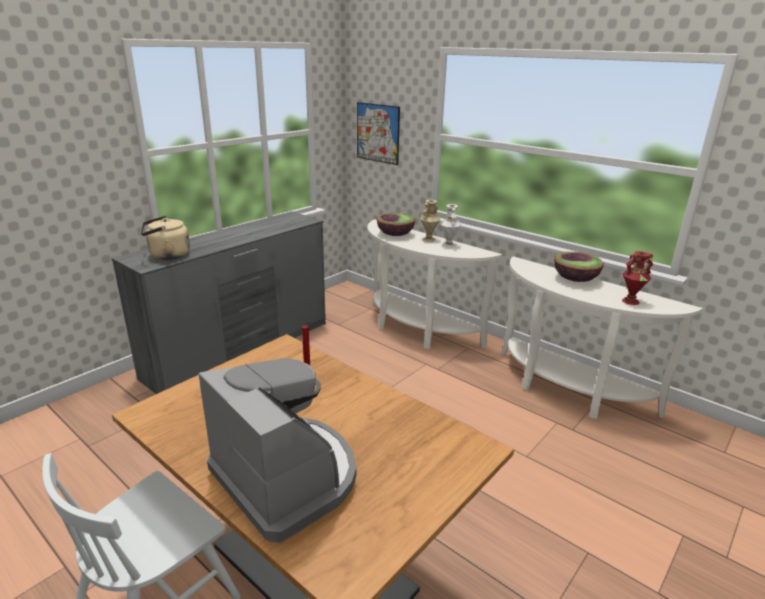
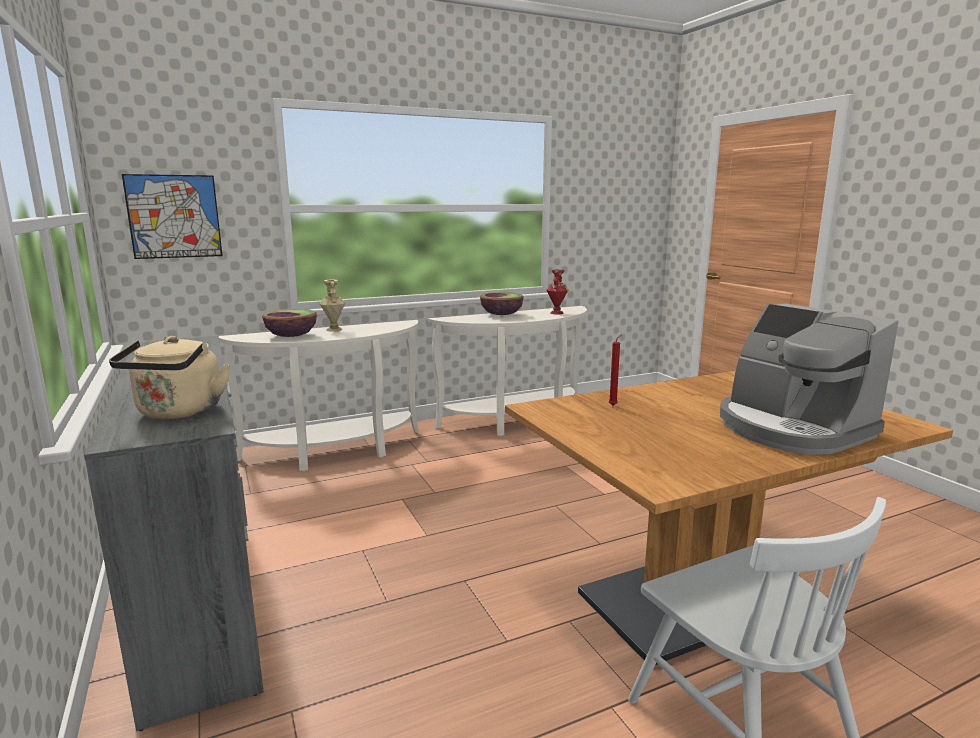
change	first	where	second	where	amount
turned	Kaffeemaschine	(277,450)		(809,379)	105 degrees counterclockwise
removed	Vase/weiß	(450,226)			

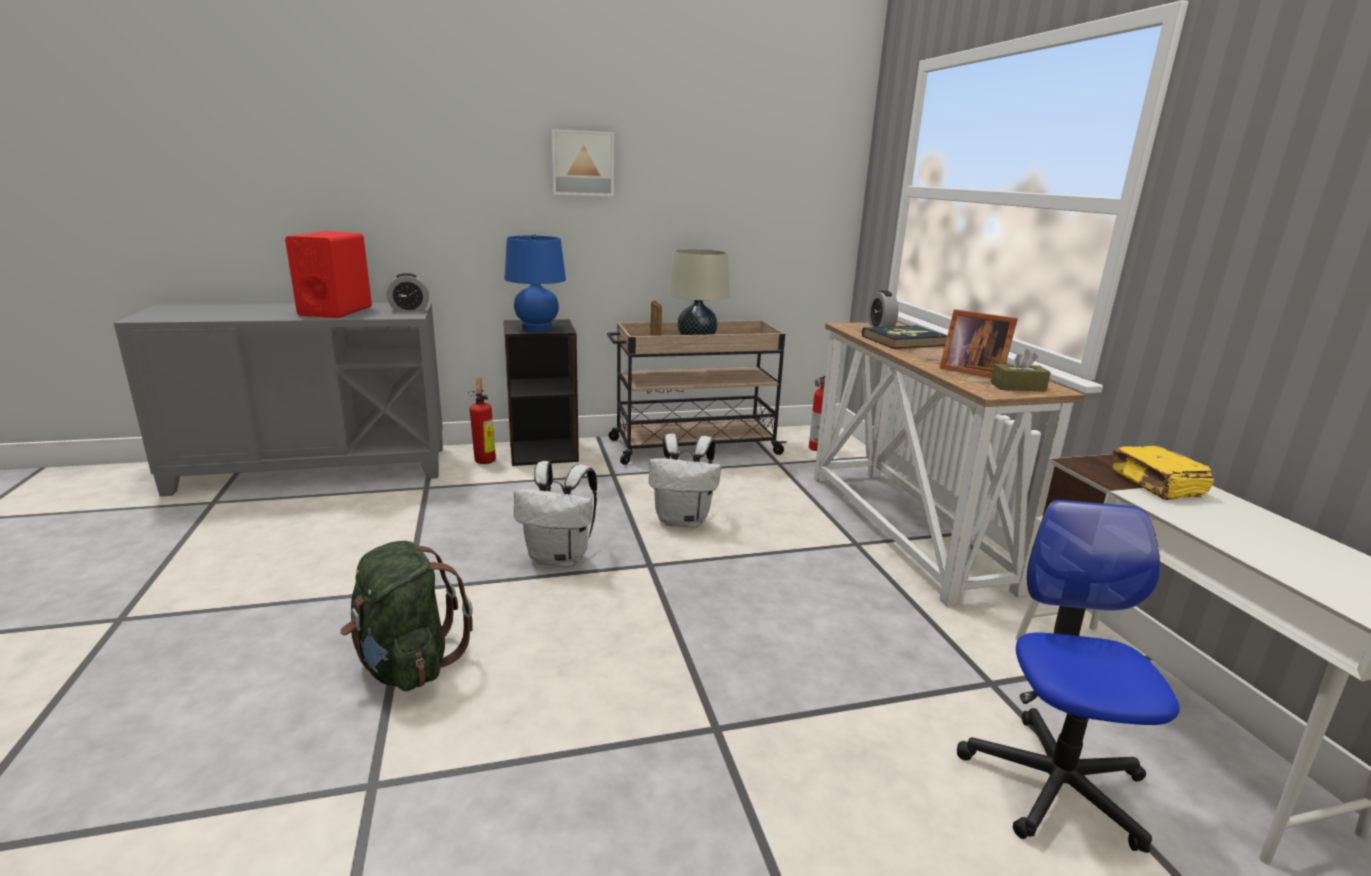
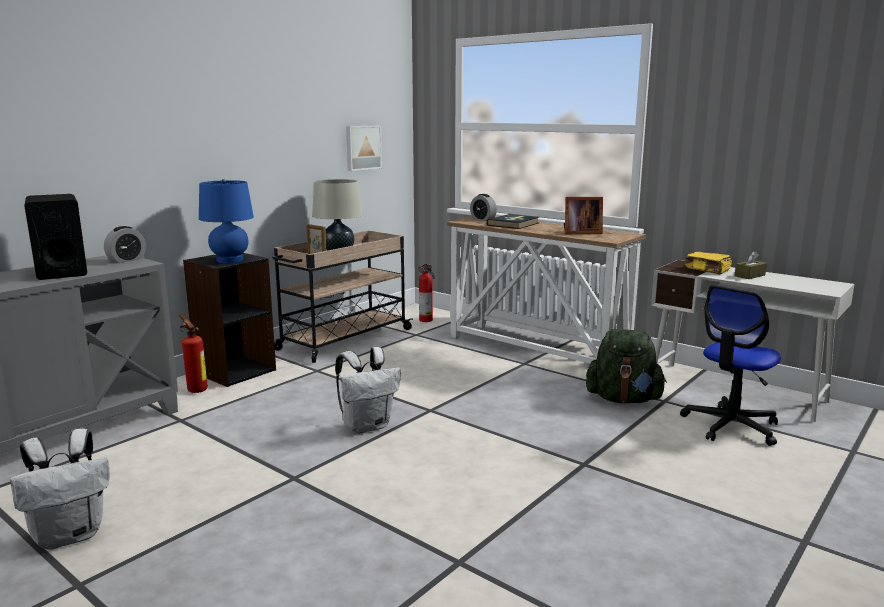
change	first	where	second	where	amount
moved	Rucksack/weiß	(685,480)		(60,489)	
recoloured	Lautsprecher/rot	(328,274)	Lautsprecher/schwarz	(55,237)	
moved	Bild	(582,162)		(364,148)	
moved	Rucksack/grün	(406,616)		(626,366)	
turned	Bürostuhl	(1068,676)		(730,365)	105 degrees counterclockwise
moved	Taschentuchbox/braun	(1021,370)		(750,265)	

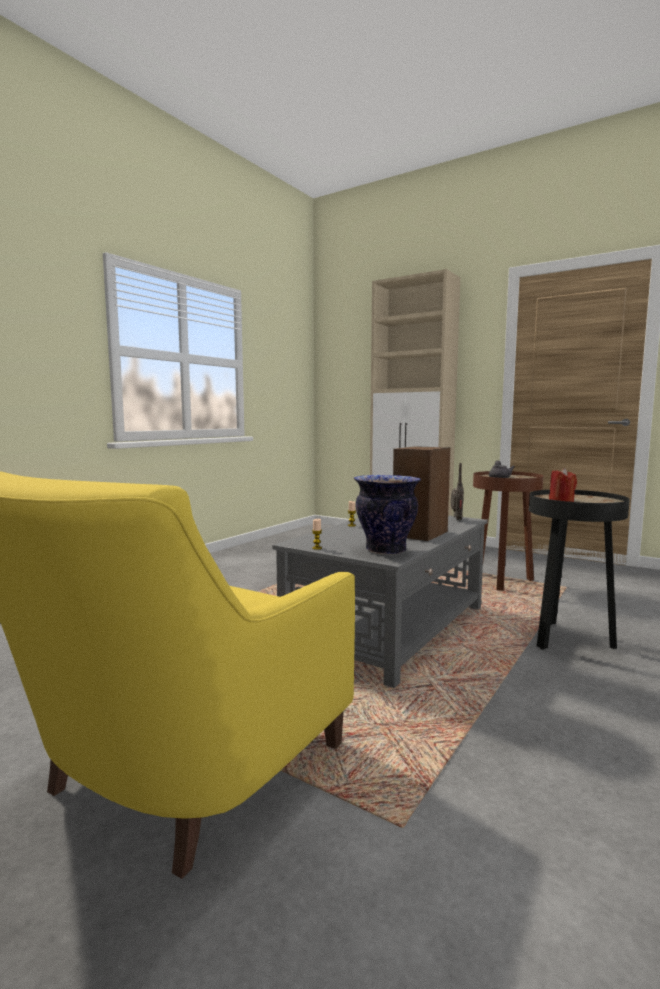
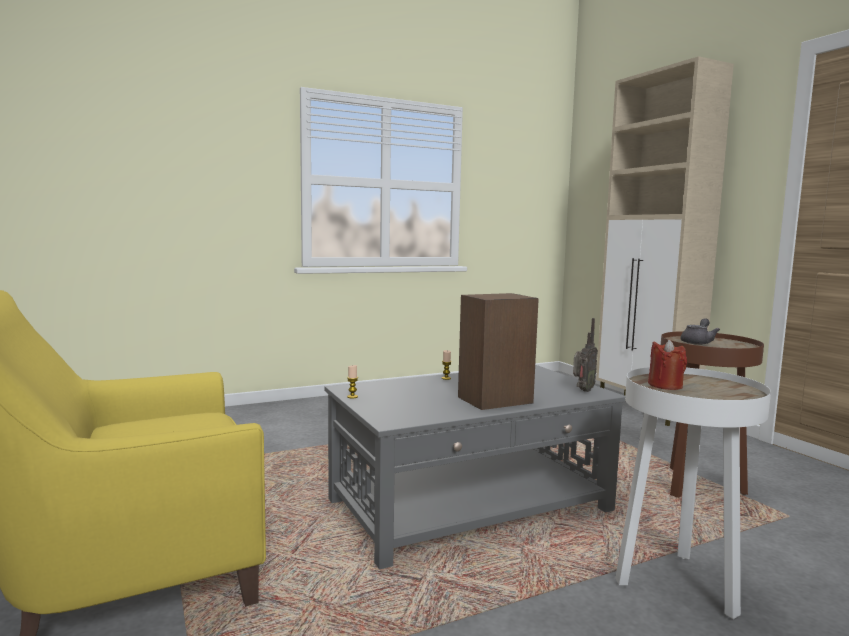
change	first	where	second	where	amount
recoloured	Beistelltisch/schwarz	(579,569)	Beistelltisch/weiß	(693,493)	
removed	Vase	(387,515)			

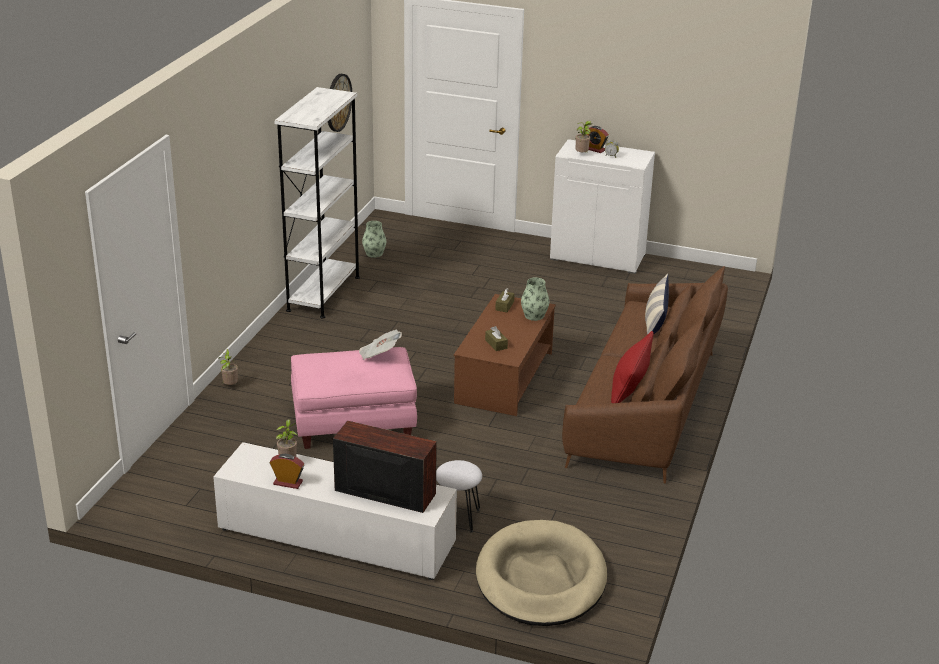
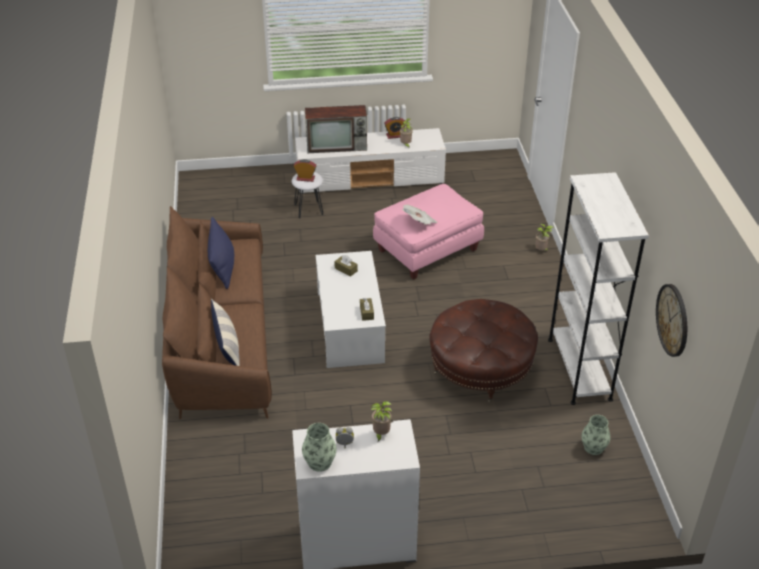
change	first	where	second	where	amount
recoloured	Kissen/rot	(632,367)	Kissen/blau	(221,253)	
moved	Wecker	(597,139)		(305,170)	
moved	Vase	(535,299)		(319,447)	
recoloured	Couchtisch/braun	(505,355)	Couchtisch/weiß	(351,309)	
added			Polsterhocker/braun	(483,350)	
removed	Hundebett/beige	(541,573)			

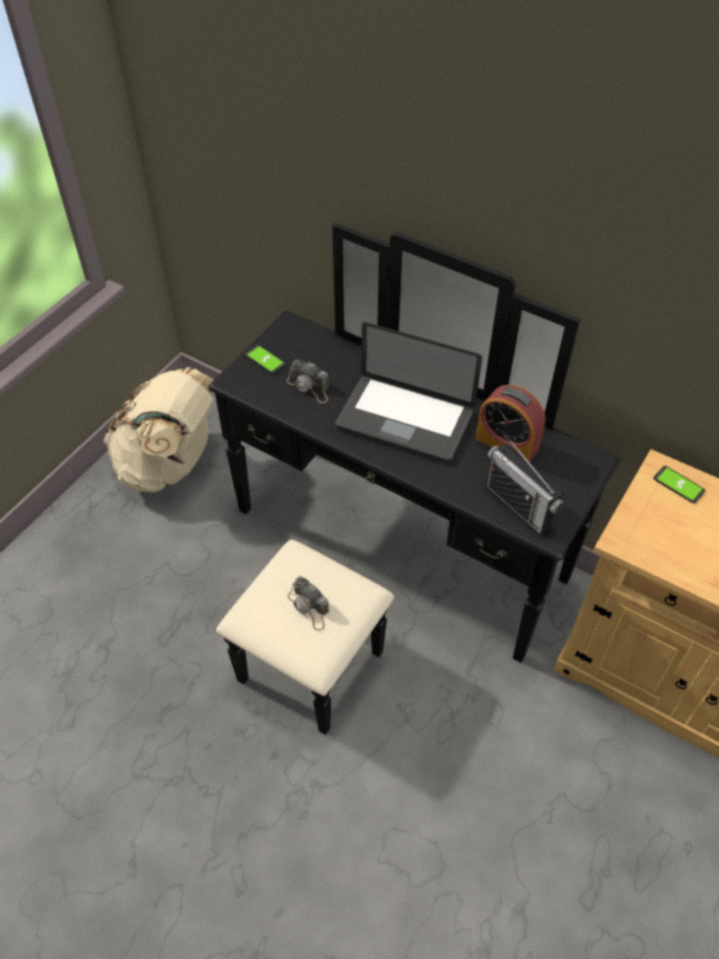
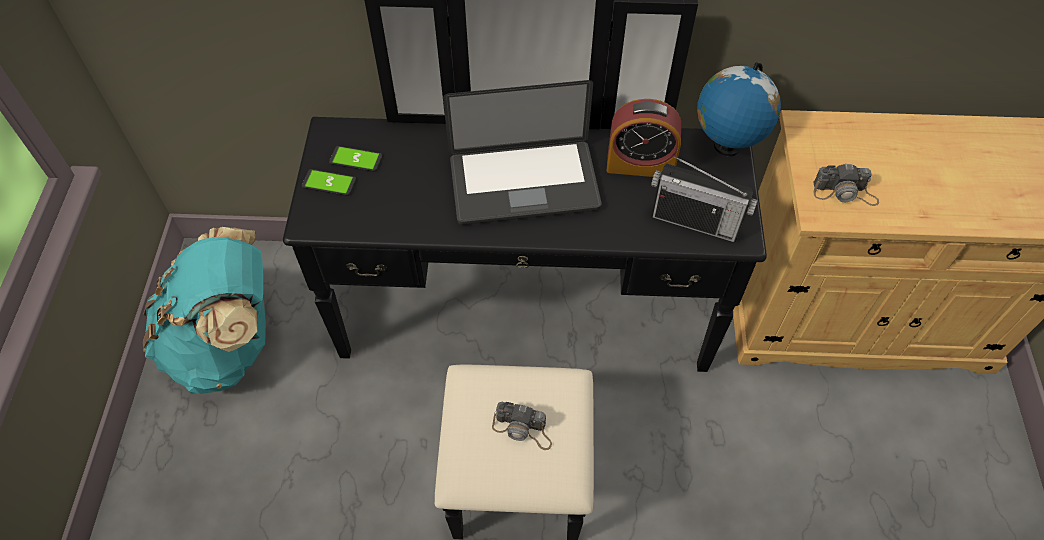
change	first	where	second	where	amount
recoloured	Rucksack/beige	(158,430)	Rucksack/türkis	(204,310)	
moved	Handy	(679,484)		(356,159)	
added			Globus	(739,109)	
moved	Kamera	(308,381)		(846,184)	

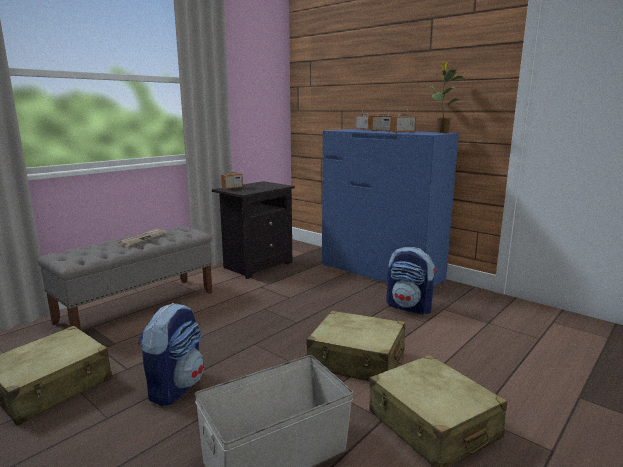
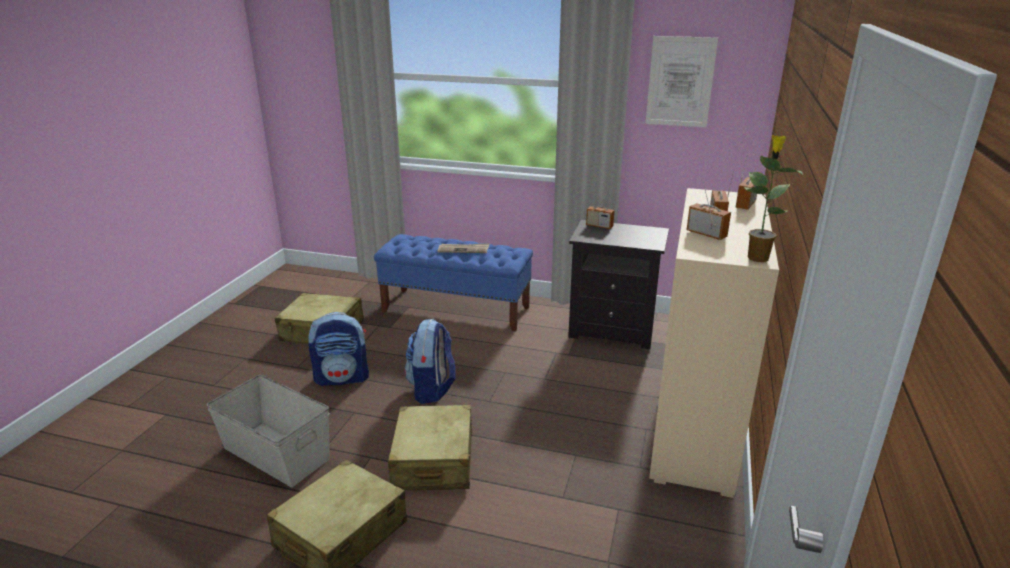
change	first	where	second	where	amount
recoloured	Bank/grau	(124,278)	Bank/blau	(453,283)	
moved	Rucksack	(411,281)		(430,361)	
added			Bild	(681,81)	
recoloured	Kommode/blau	(390,208)	Kommode/beige	(714,343)	

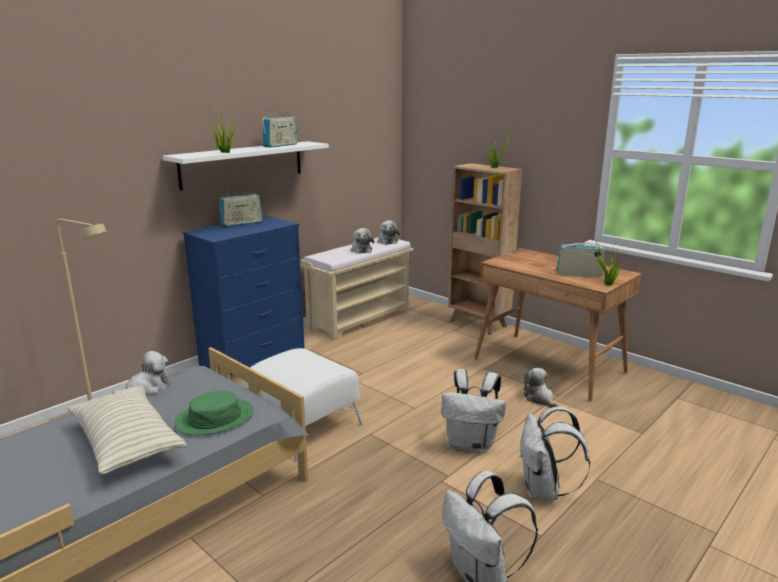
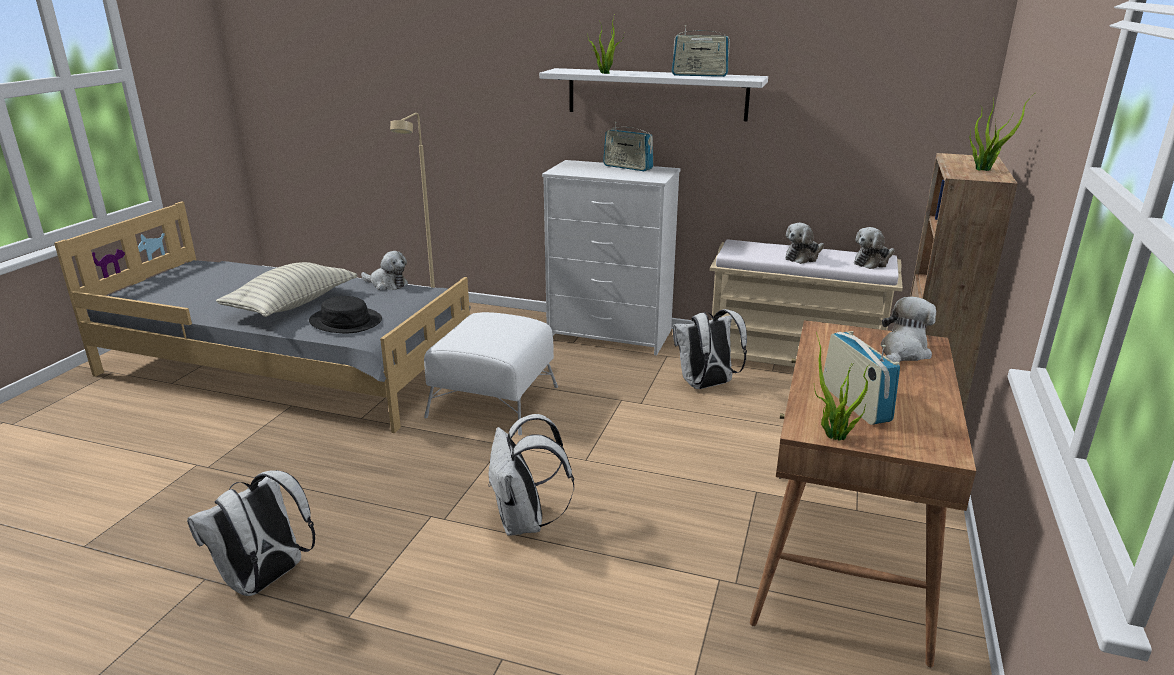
change	first	where	second	where	amount
recoloured	Hut/grün	(214,413)	Hut/schwarz	(345,314)	
recoloured	Kommode/blau	(244,296)	Kommode/weiß	(611,257)	
moved	Rucksack/weiß	(555,453)		(710,349)	
moved	Plüschtier	(541,388)		(908,330)	

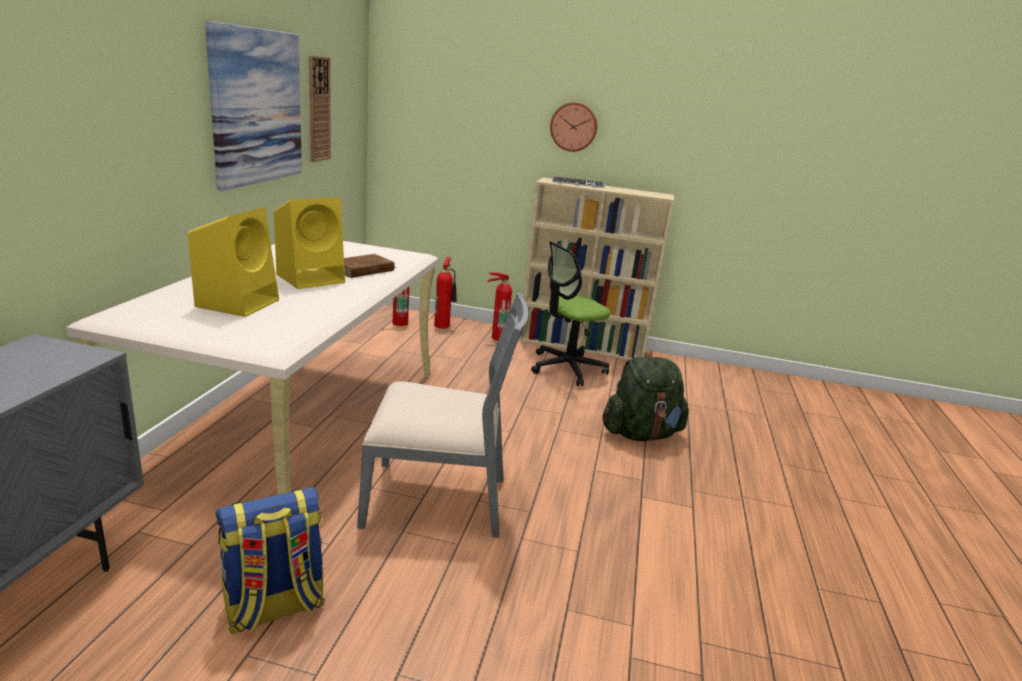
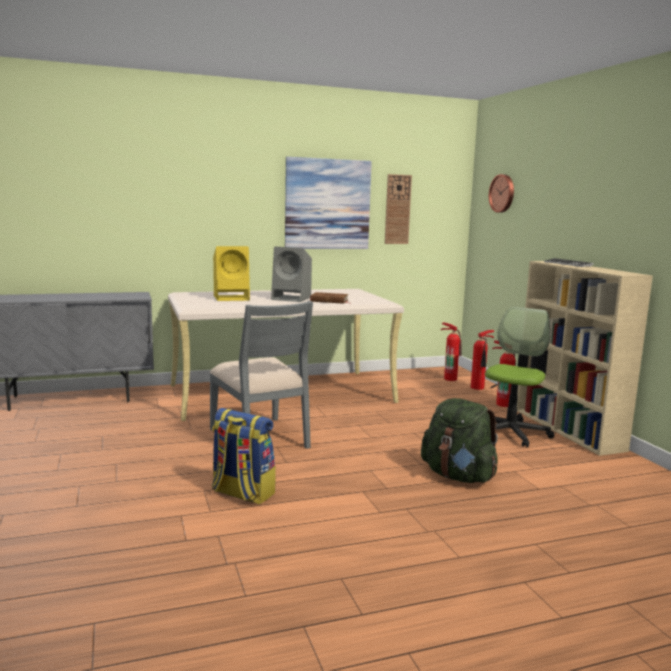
change	first	where	second	where	amount
moved	Rucksack	(270,560)		(244,456)	
recoloured	Lautsprecher/gelb	(309,243)	Lautsprecher/grau	(291,274)	
turned	Bürostuhl	(570,313)		(520,377)	90 degrees clockwise
moved	Wanduhr	(573,127)		(501,193)	

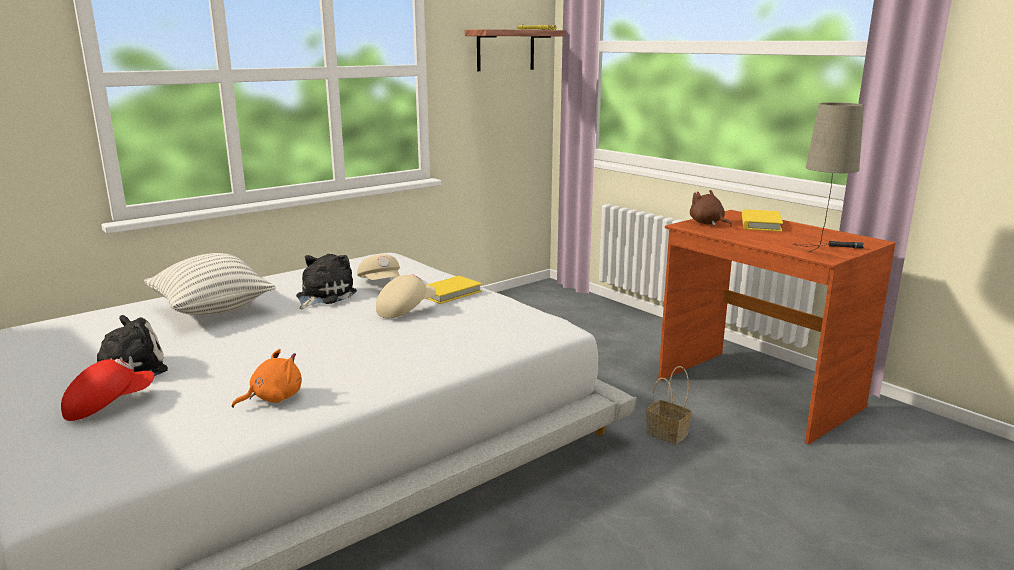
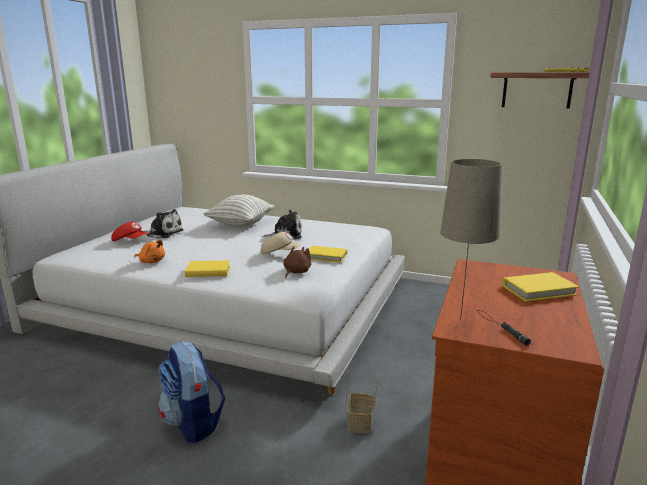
change	first	where	second	where	amount
added			Rucksack	(191,392)	
added			Buch/gelb	(207,268)	
moved	Plüschtier/braun	(711,208)		(297,262)	
removed	Kappe/beige	(378,267)			

